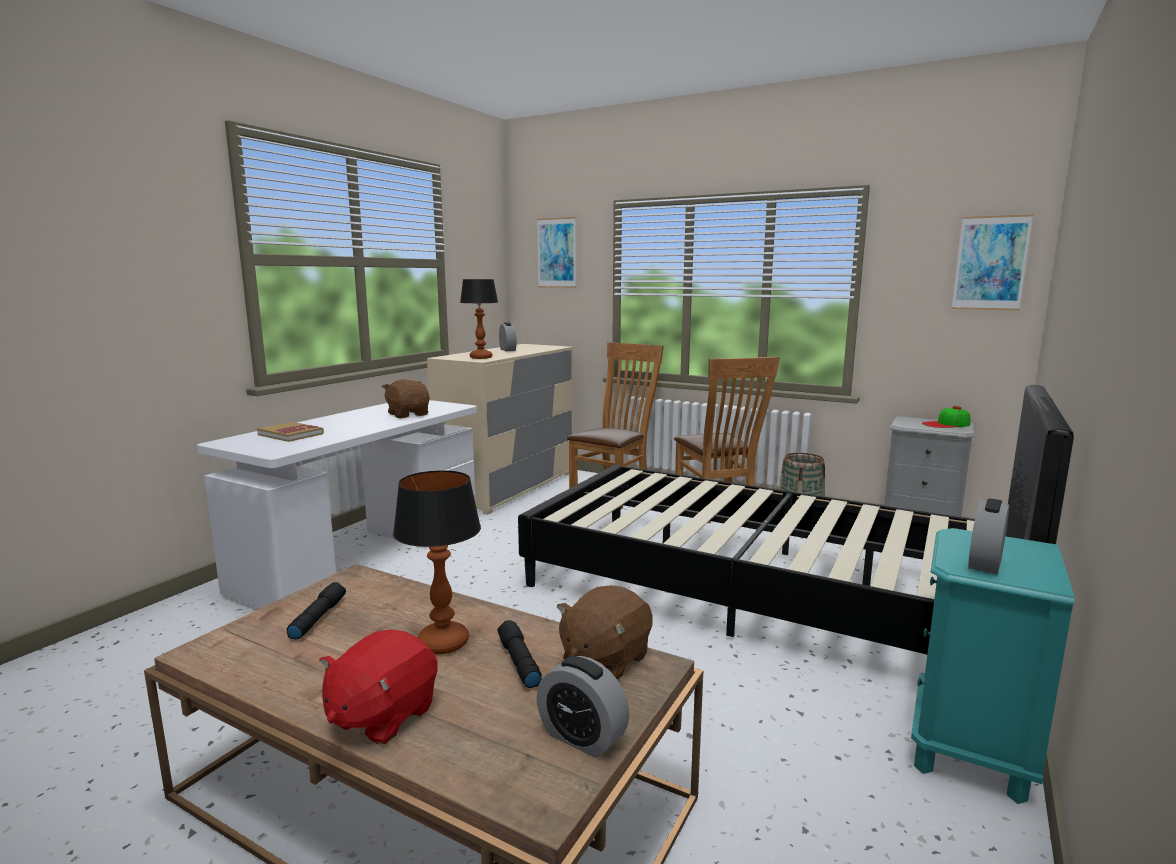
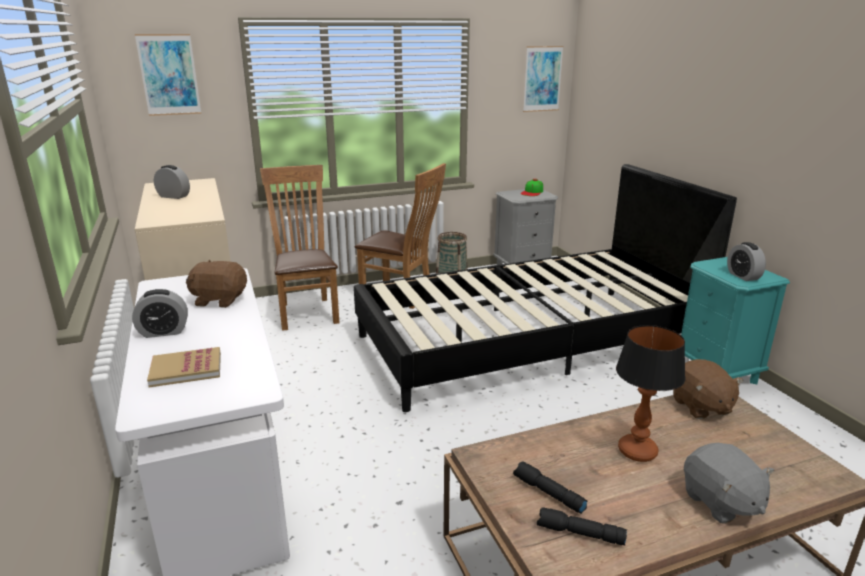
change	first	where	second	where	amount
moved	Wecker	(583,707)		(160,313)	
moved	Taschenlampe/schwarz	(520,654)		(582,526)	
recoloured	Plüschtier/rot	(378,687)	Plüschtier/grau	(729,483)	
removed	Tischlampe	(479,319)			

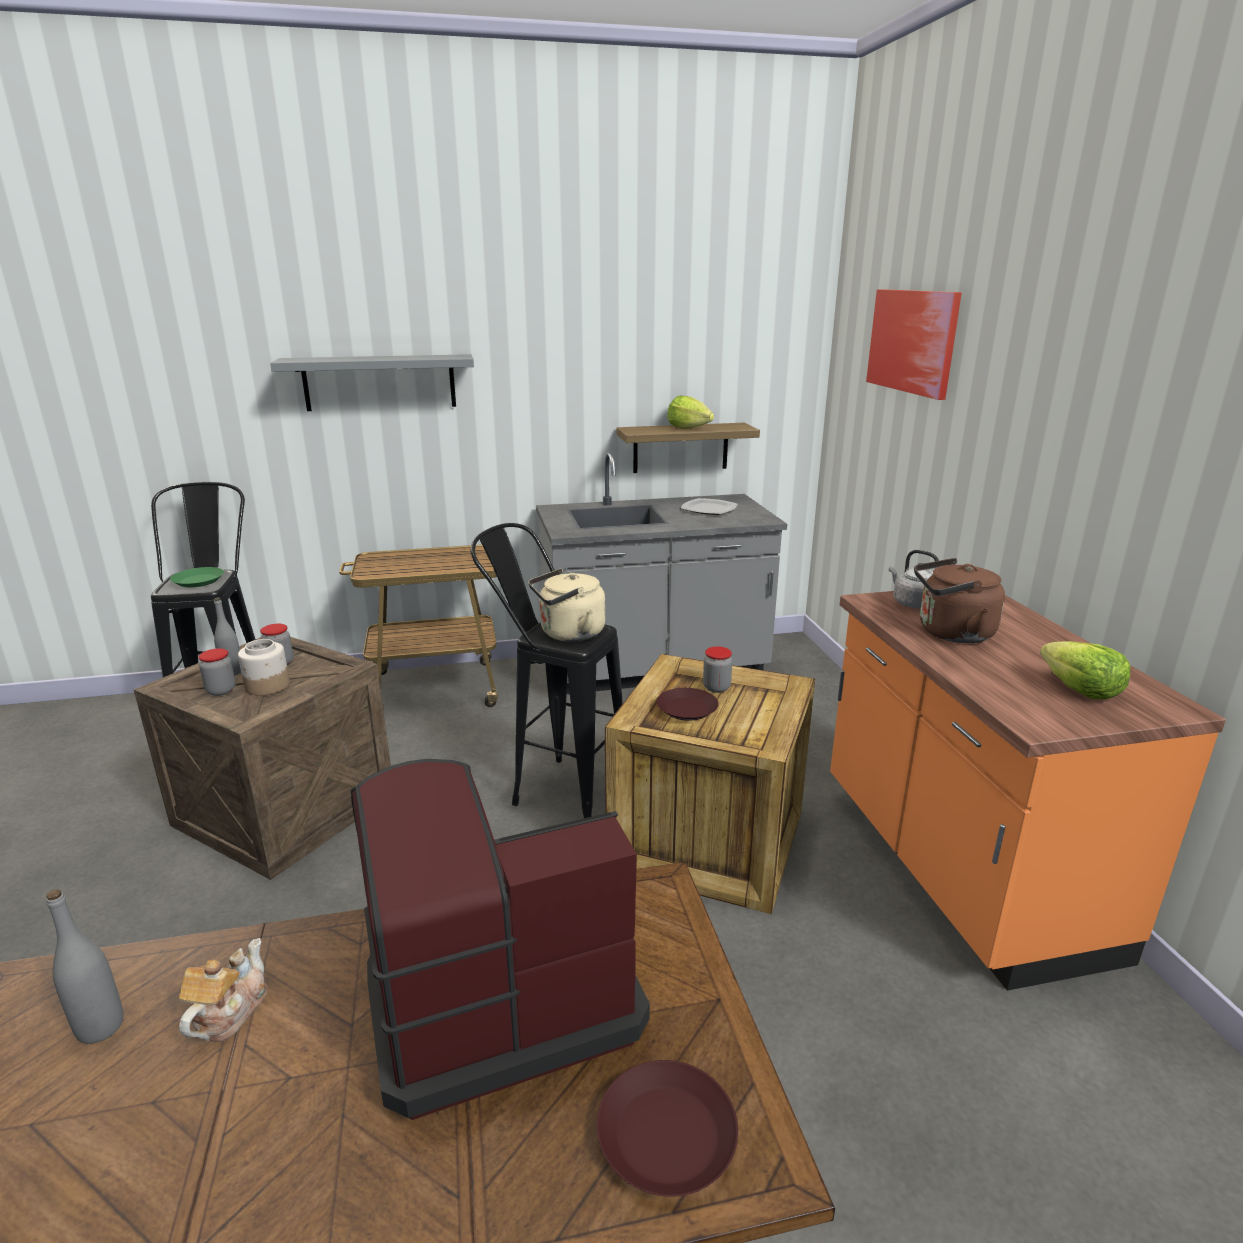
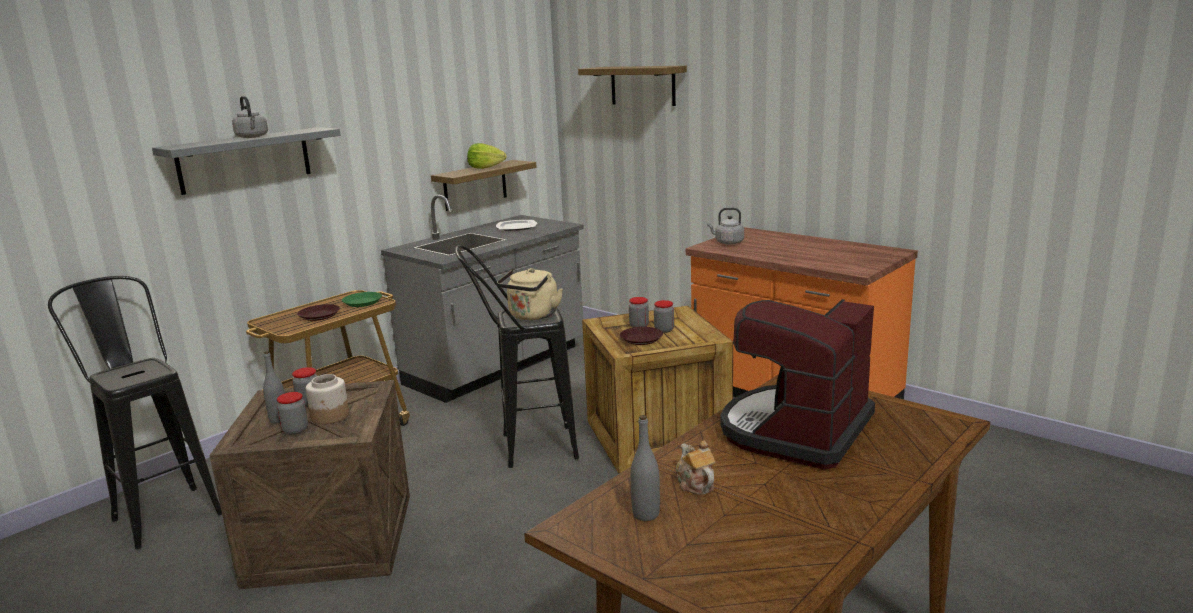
change	first	where	second	where	amount
added			Wasserkessel/grau	(250,117)	
moved	Teller/braun	(667,1128)		(318,312)	
moved	Teller/grün	(197,577)		(362,299)	
replaced	Bild	(914,344)	Wandregal	(632,86)	
added			Vorratsglas	(664,316)	
removed	Wasserkessel/braun	(959,600)			
removed	Salatkopf	(1085,670)			

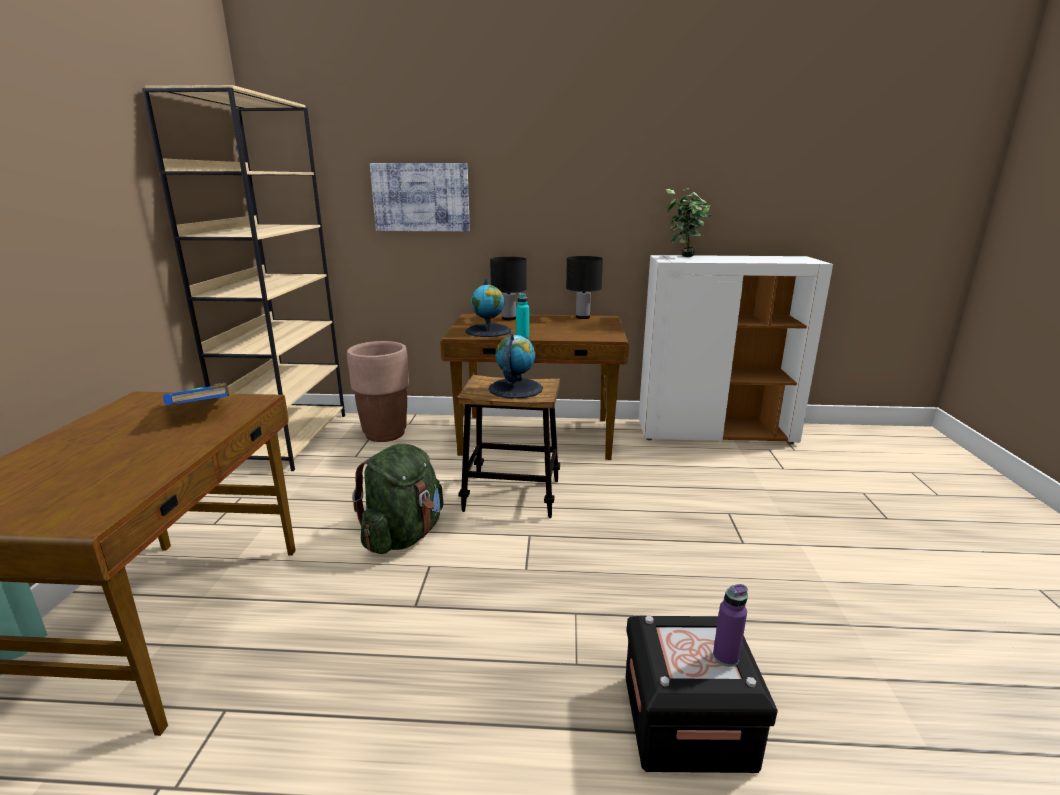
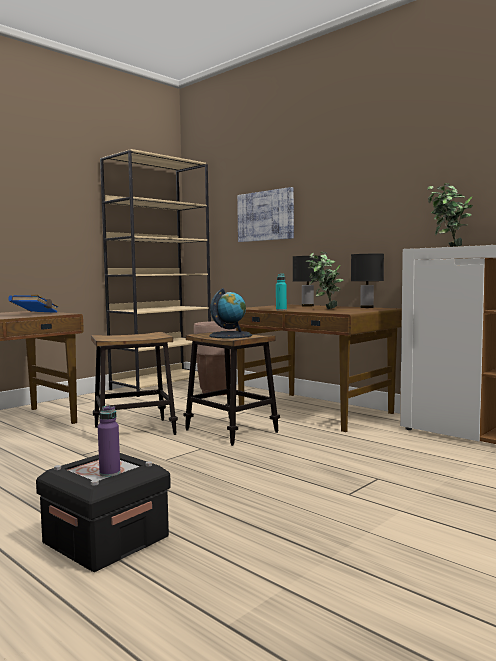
change	first	where	second	where	amount
replaced	Rucksack/grün	(398,499)	Hocker	(134,383)	
added			Topfpflanze	(324,280)	
removed	Globus	(488,308)			

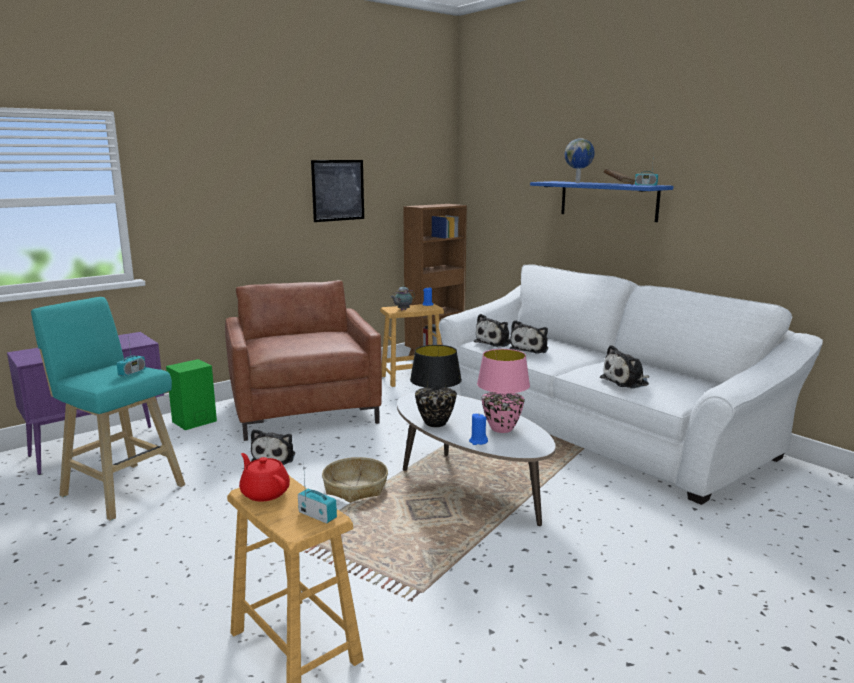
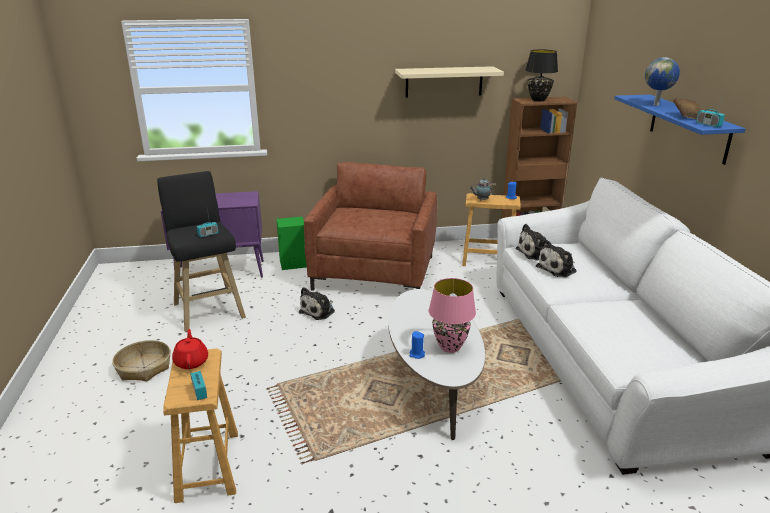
change	first	where	second	where	amount
moved	Korb	(355,480)		(141,361)	
recoloured	Hocker/türkis	(108,409)	Hocker/schwarz	(201,251)	
replaced	Bild	(337,191)	Wandregal/beige	(449,82)	
moved	Tischlampe/schwarz	(436,386)		(542,75)	
removed	Plüschtier	(624,366)			

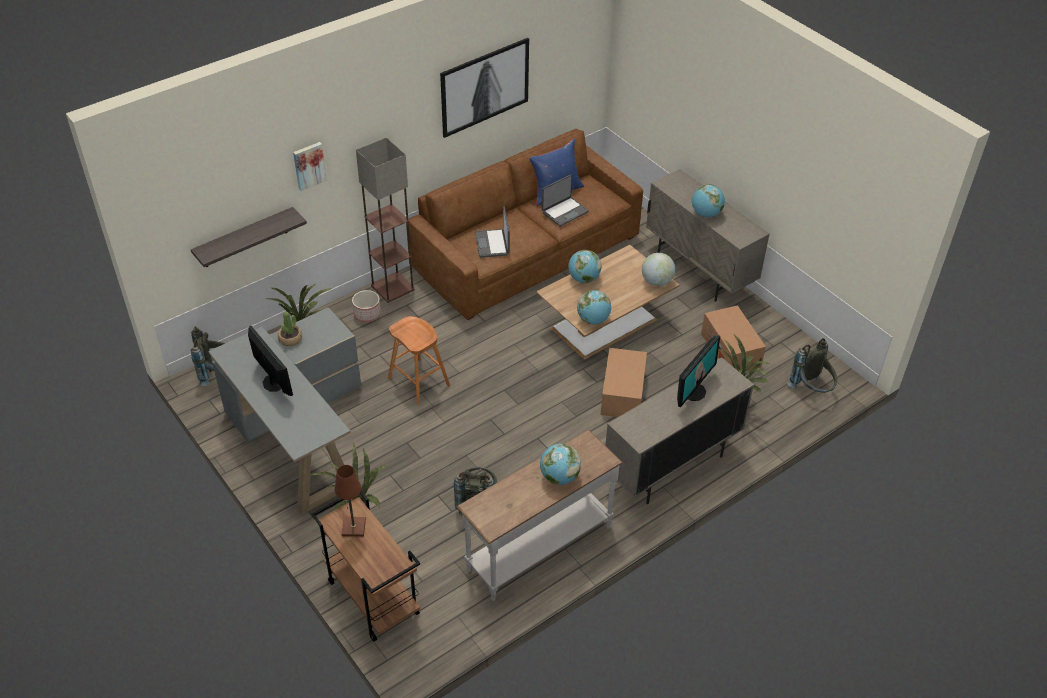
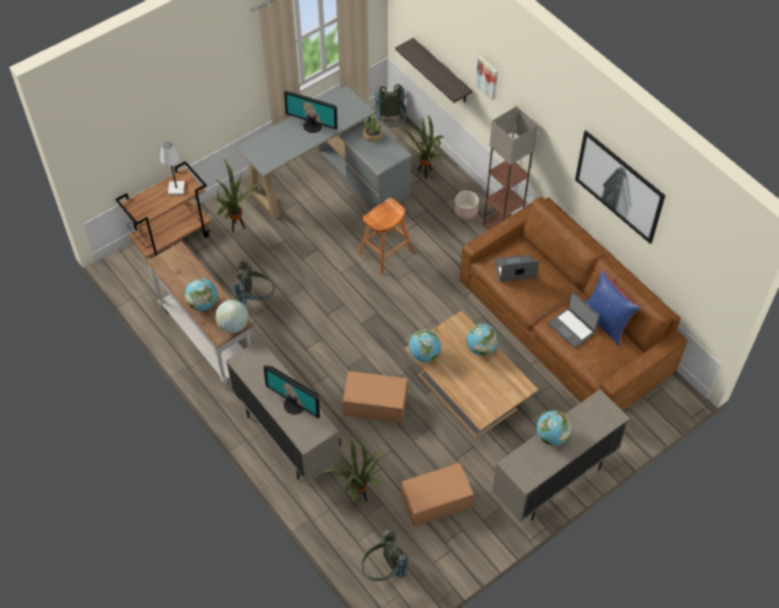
change	first	where	second	where	amount
recoloured	Tischlampe/braun	(350,501)	Tischlampe/weiß	(173,168)	
moved	Globus	(658,269)		(232,316)	
turned	Monitor	(270,361)		(310,112)	60 degrees clockwise

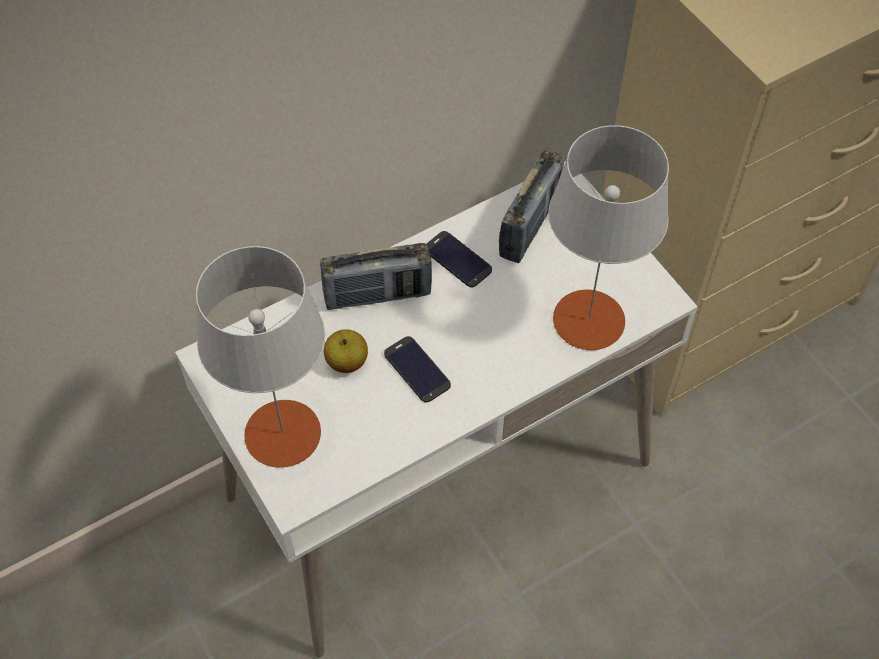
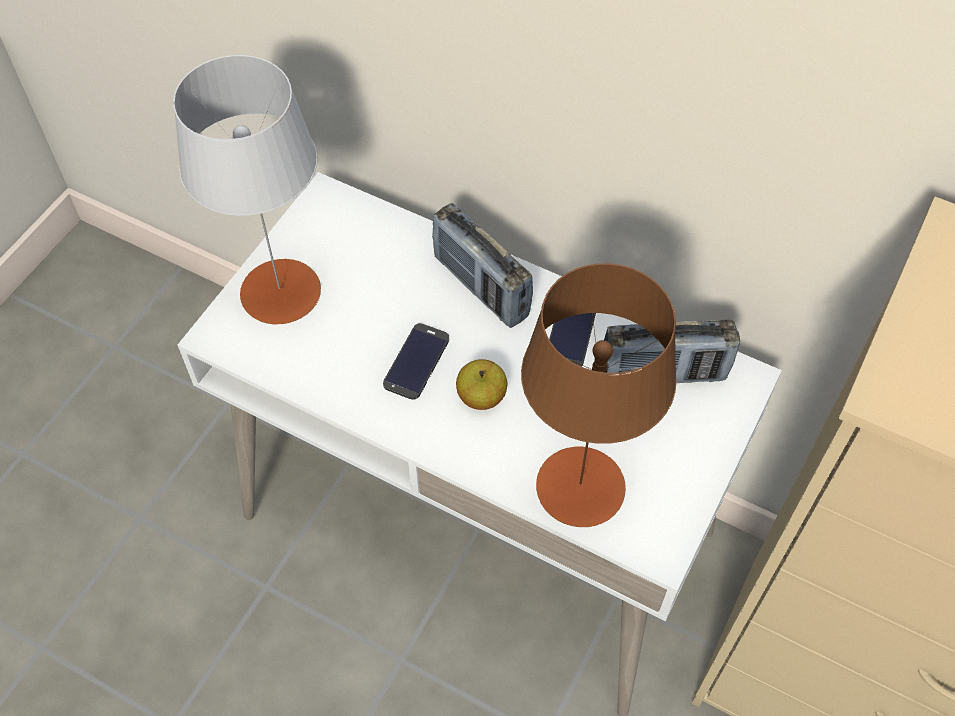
change	first	where	second	where	amount
moved	Apfel	(346,351)		(481,384)	
recoloured	Tischlampe/grau	(608,237)	Tischlampe/braun	(599,395)	

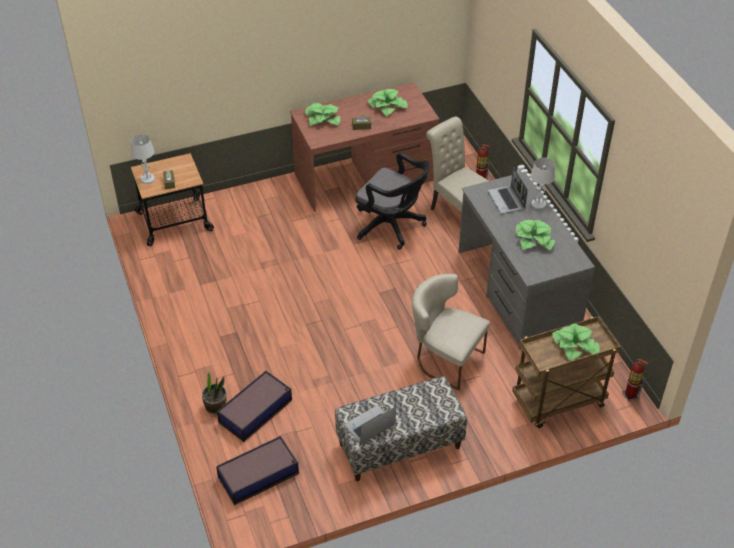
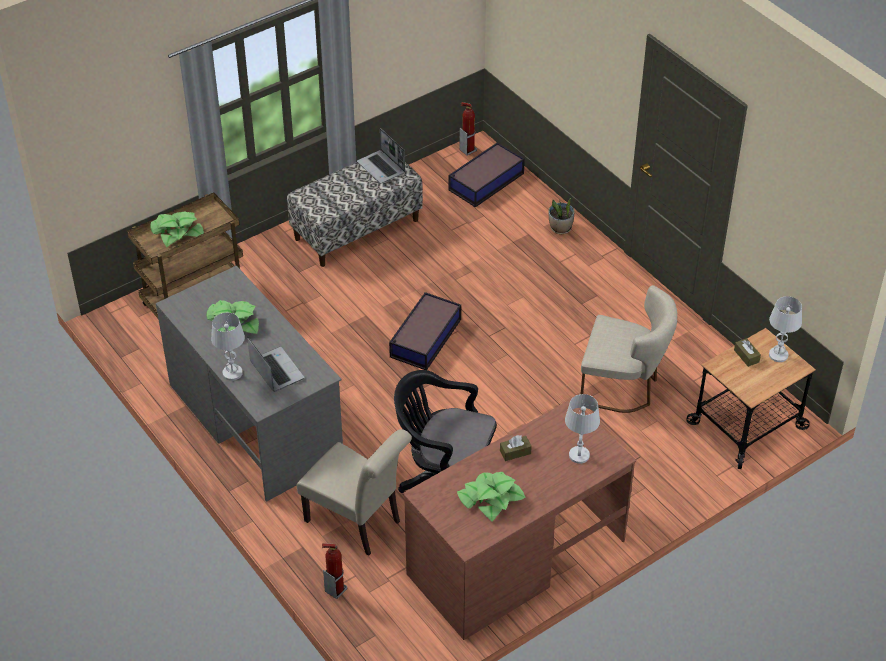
change	first	where	second	where	amount
turned	Laptop	(370,424)		(381,156)	105 degrees clockwise
moved	Aufbewahrungsbox	(254,406)		(425,331)	
moved	Feuerlöscher	(635,379)		(468,129)	
replaced	Topfpflanze	(323,114)	Tischlampe/weiß	(582,429)	
moved	Stuhl/beige	(451,332)		(629,349)	

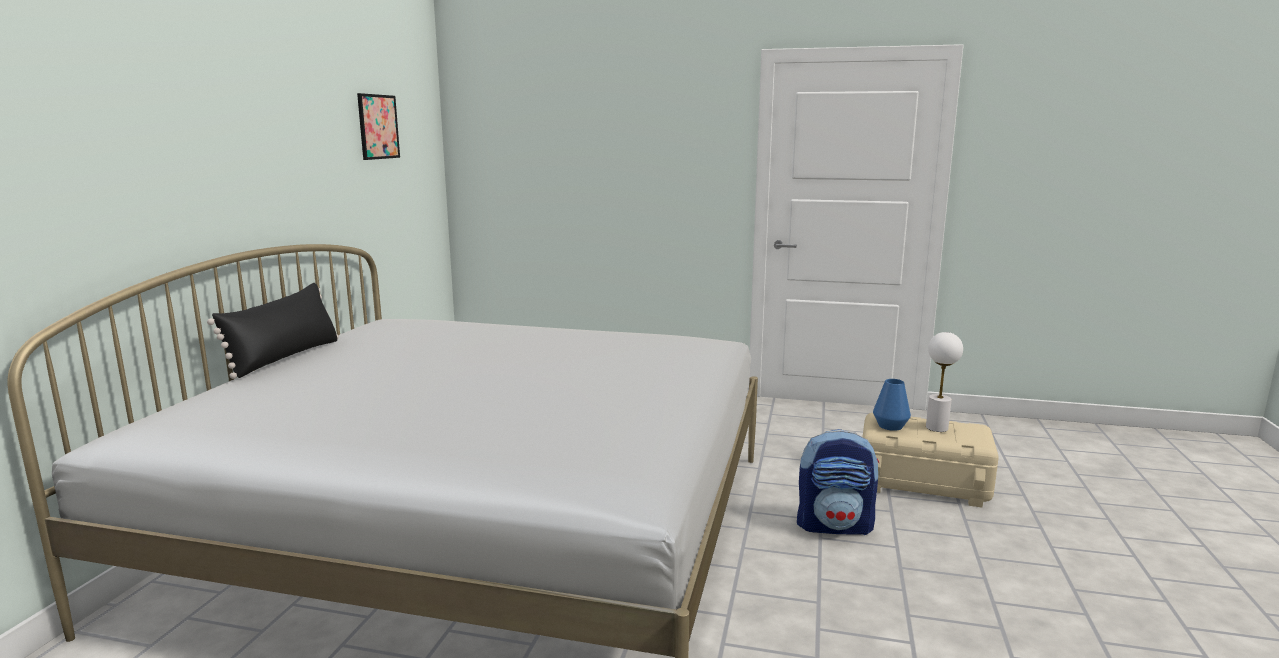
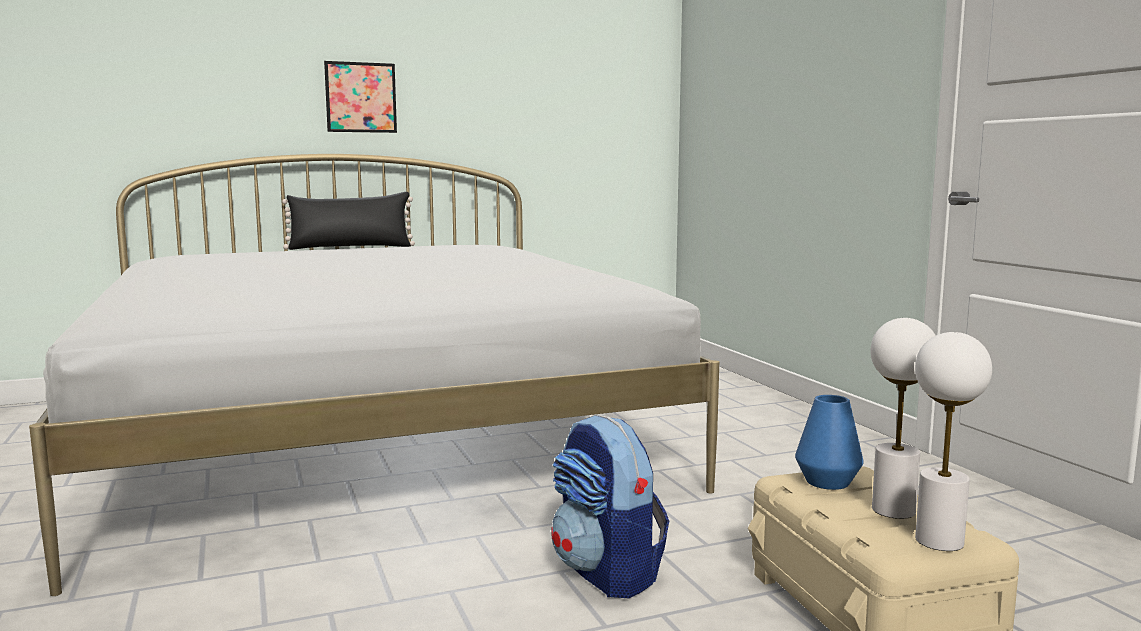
change	first	where	second	where	amount
moved	Bild	(378,126)		(360,97)	
added			Tischlampe/weiß	(953,441)	

